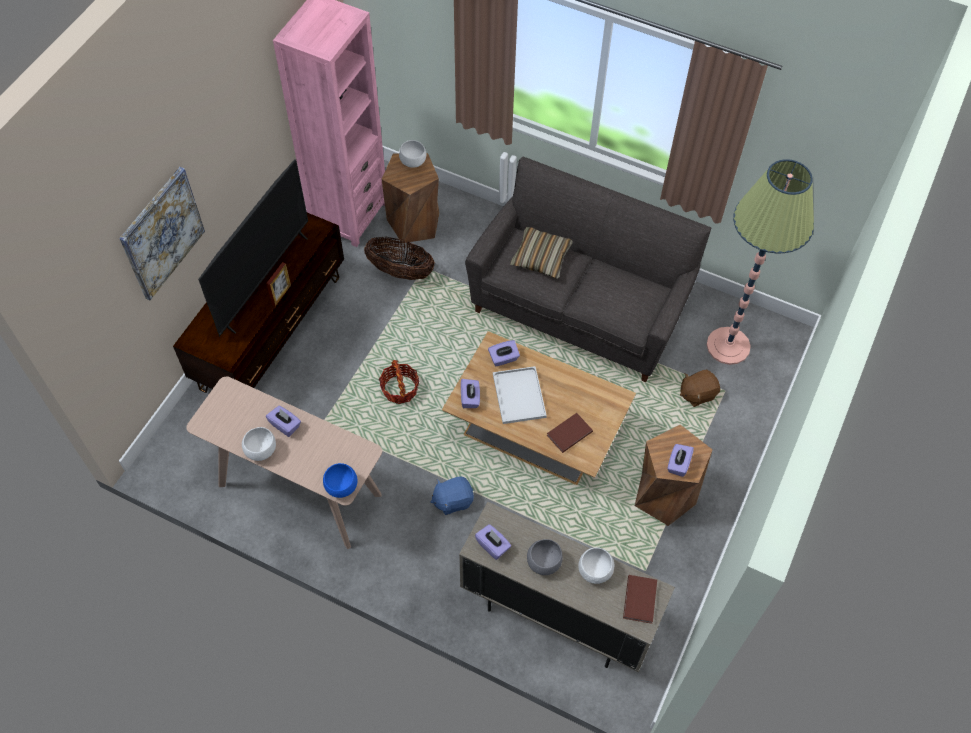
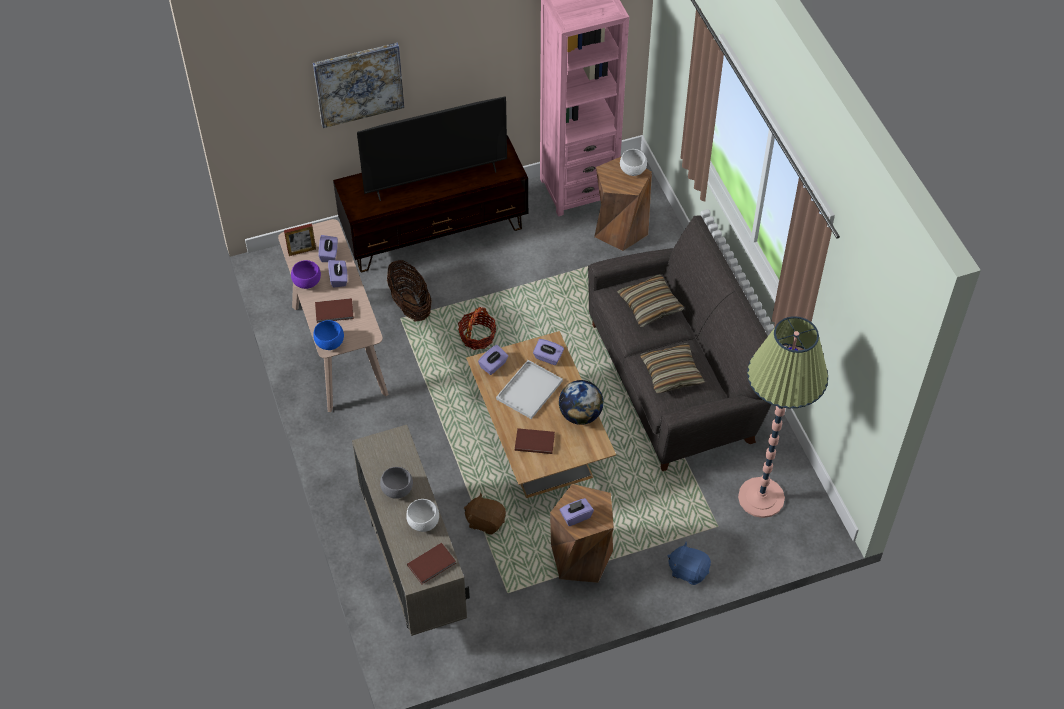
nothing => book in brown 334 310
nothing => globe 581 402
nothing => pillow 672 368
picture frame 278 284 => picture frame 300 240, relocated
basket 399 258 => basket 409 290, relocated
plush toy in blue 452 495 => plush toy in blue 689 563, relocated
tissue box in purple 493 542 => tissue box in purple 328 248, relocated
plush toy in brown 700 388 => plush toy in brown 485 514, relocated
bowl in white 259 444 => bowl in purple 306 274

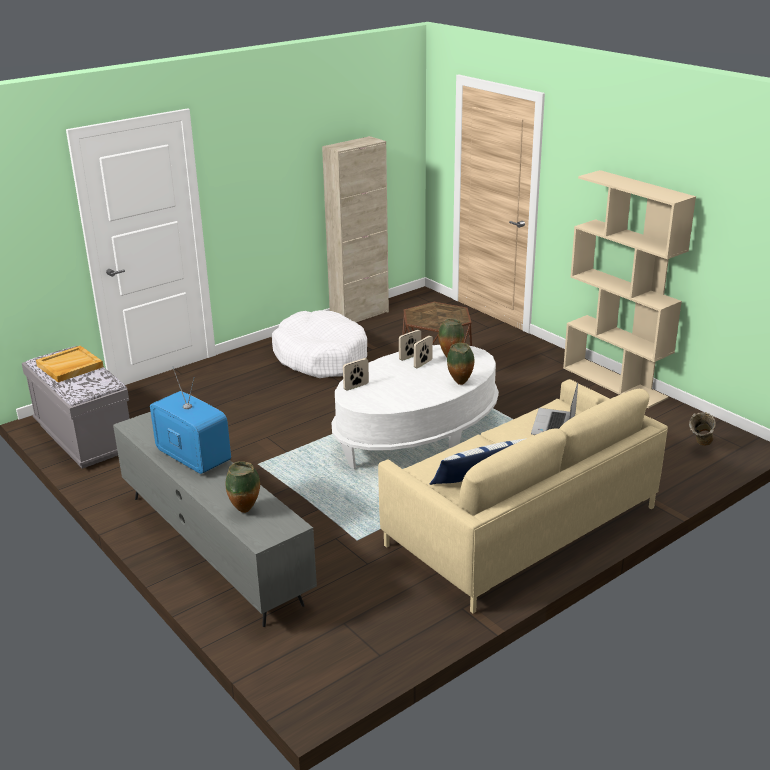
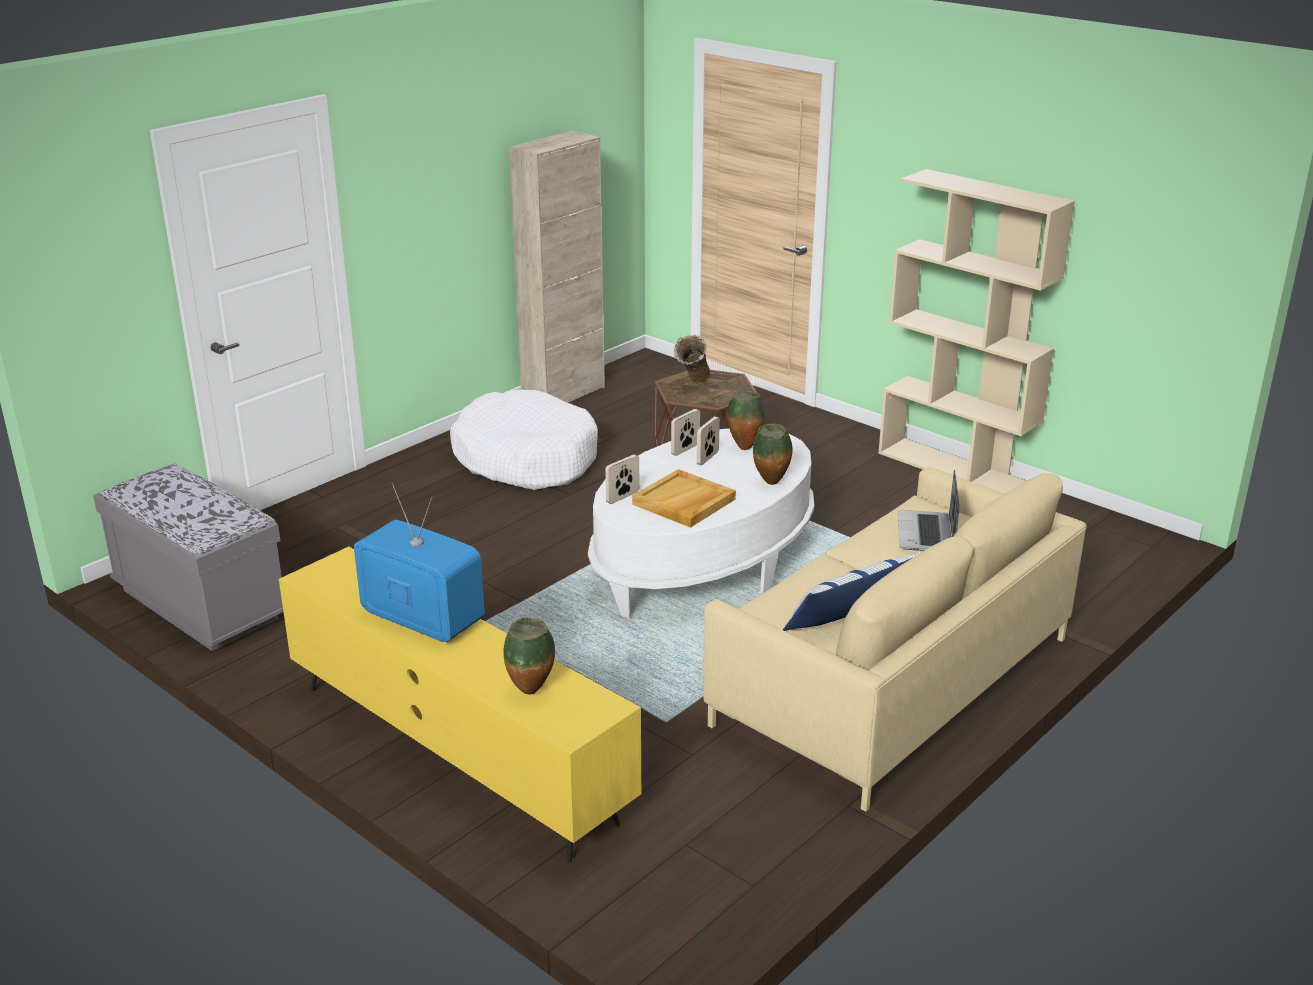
tray in beige 70 364 => tray in beige 684 498, relocated
vase in beige 702 429 => vase in beige 692 358, relocated
tv stand in grey 215 519 => tv stand in yellow 460 704

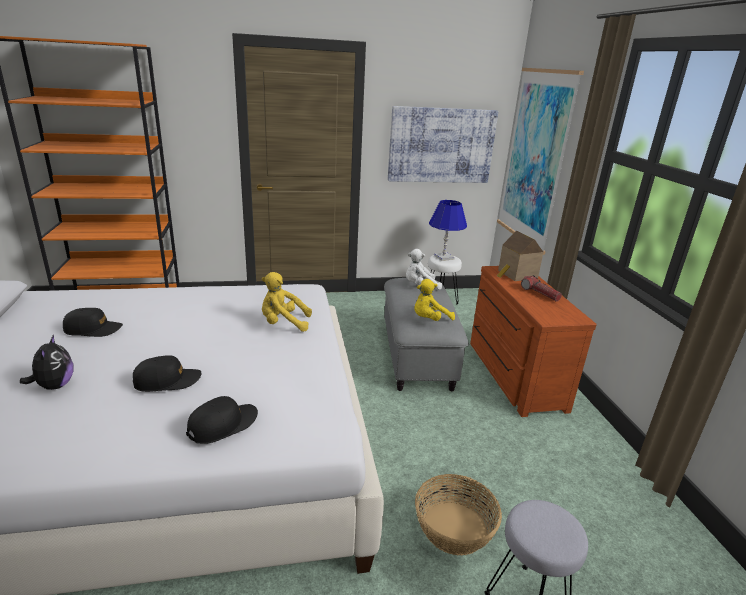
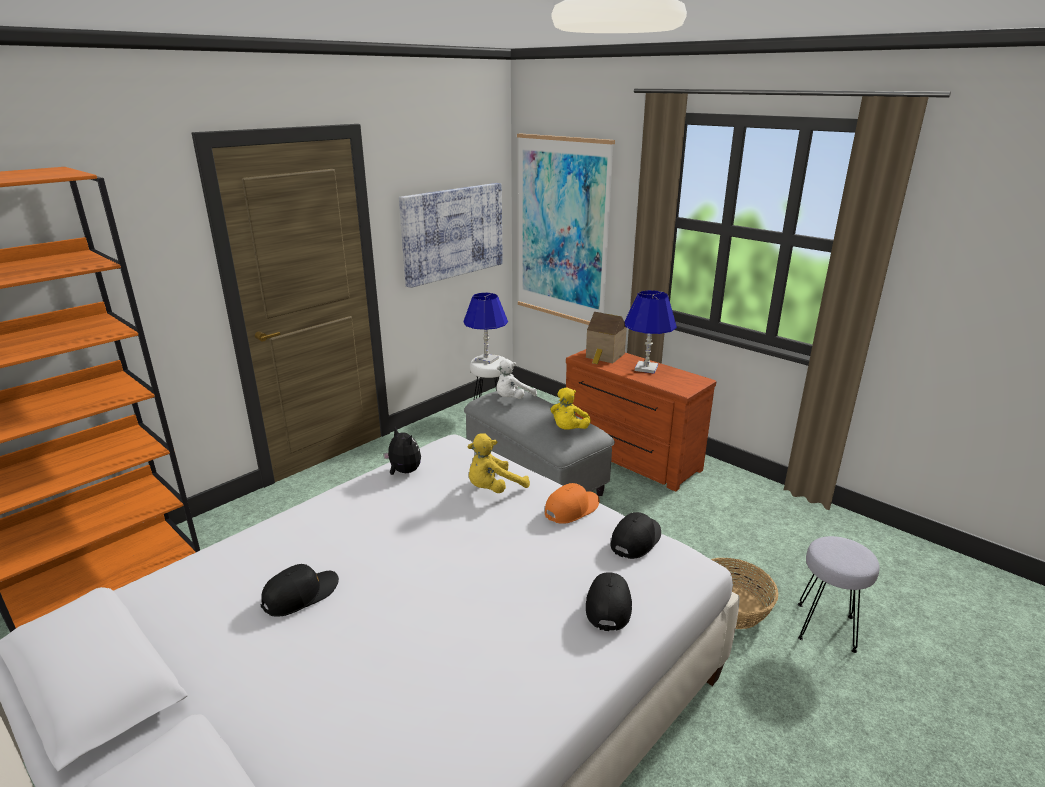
nothing => cap in orange 572 503
plush toy 47 362 => plush toy 402 451, relocated
cap in black 167 373 => cap in black 636 535, relocated
flashlight 541 288 => table lamp in blue 651 332

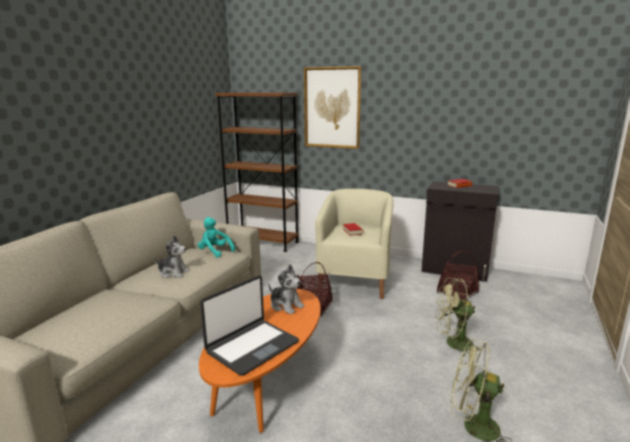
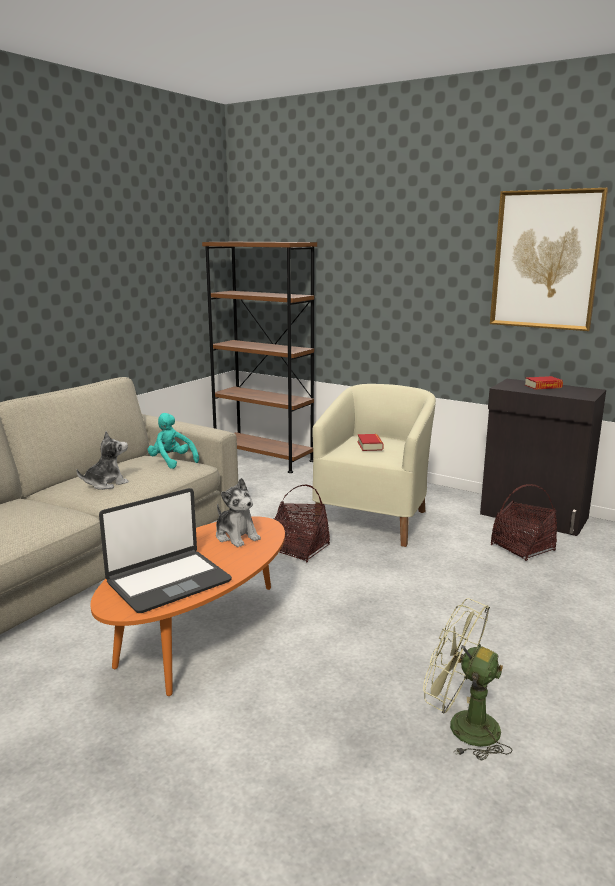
fan in green 458 317 => nothing
picture 332 107 => picture 549 259, relocated
plush toy 172 256 => plush toy 102 460, 60 degrees counterclockwise

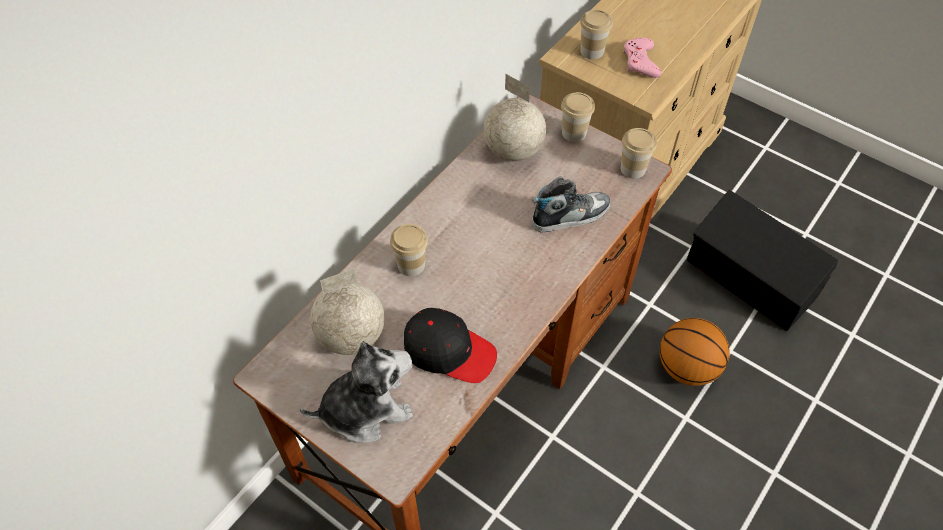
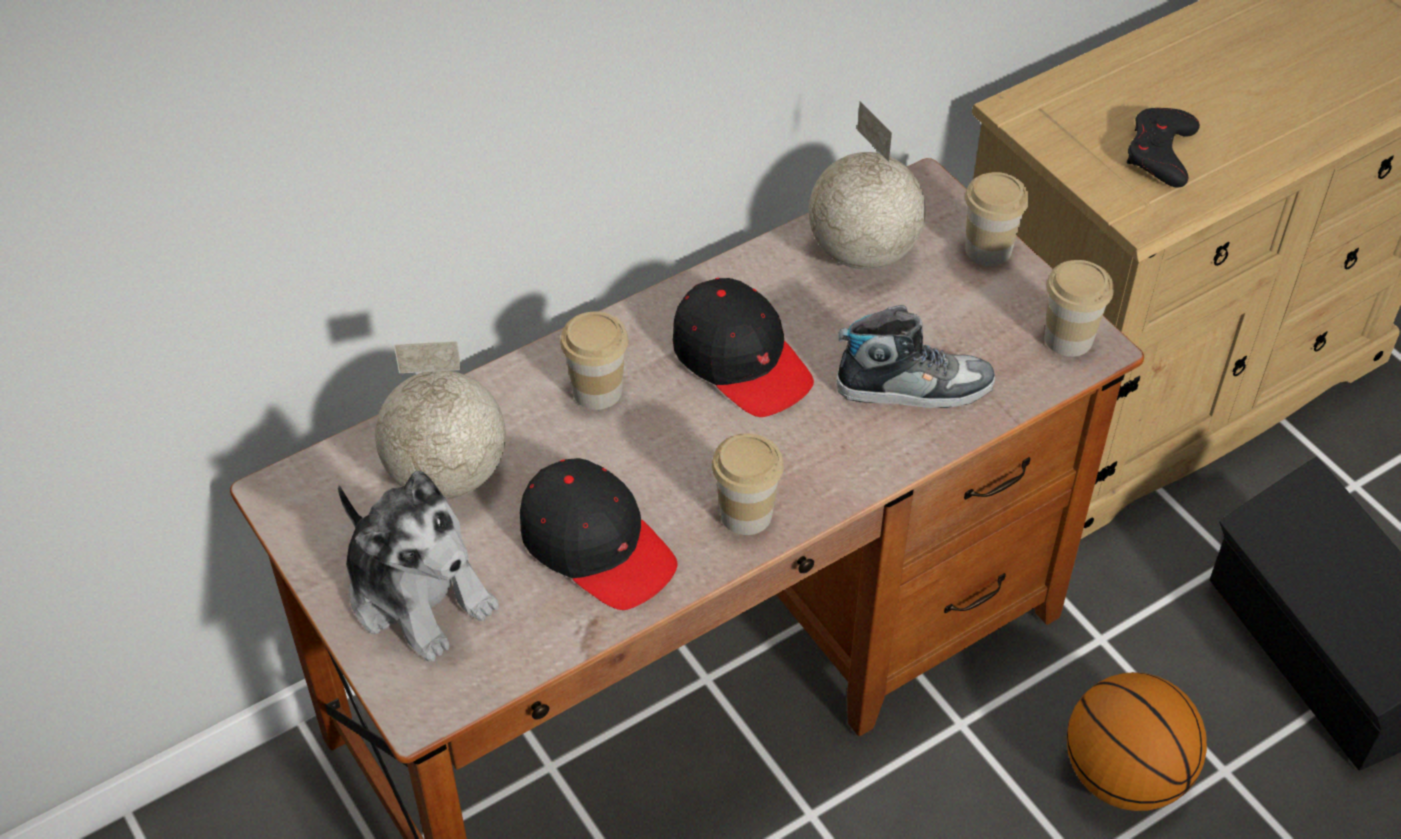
nothing => cap in black 743 347
cup 596 34 => cup 748 484, relocated
game controller in pink 642 57 => game controller in black 1163 147
plush toy 356 392 => plush toy 418 566, 45 degrees clockwise

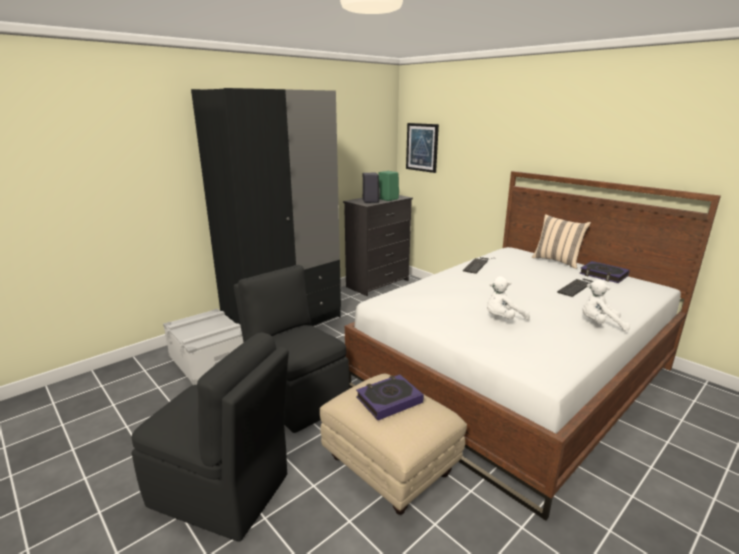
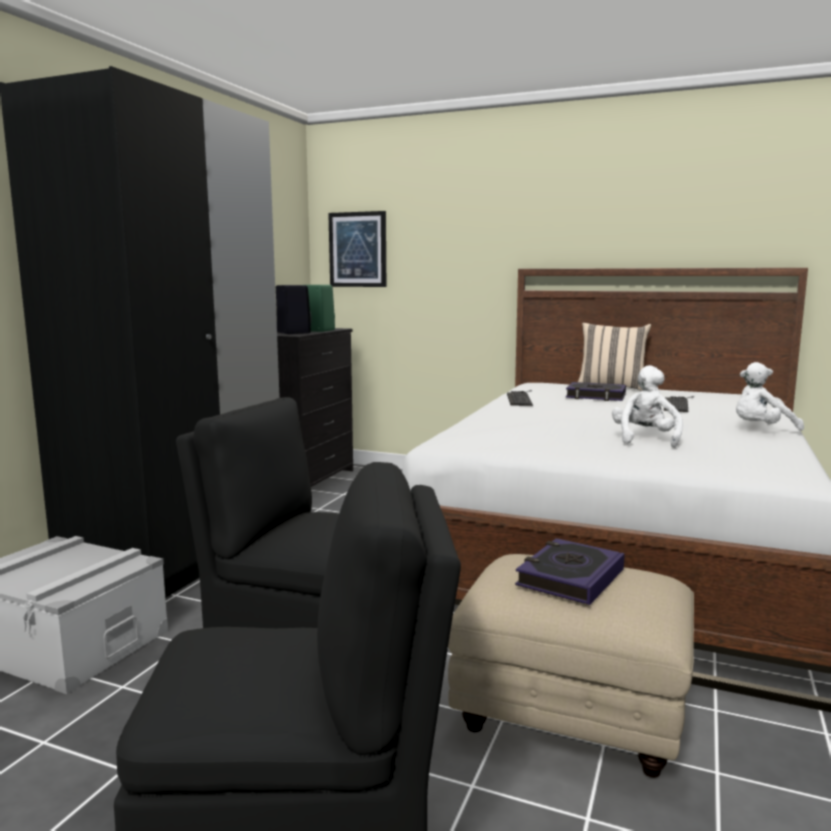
book 605 272 => book 596 391, relocated
plush toy in white 508 298 => plush toy in white 647 406, 150 degrees clockwise

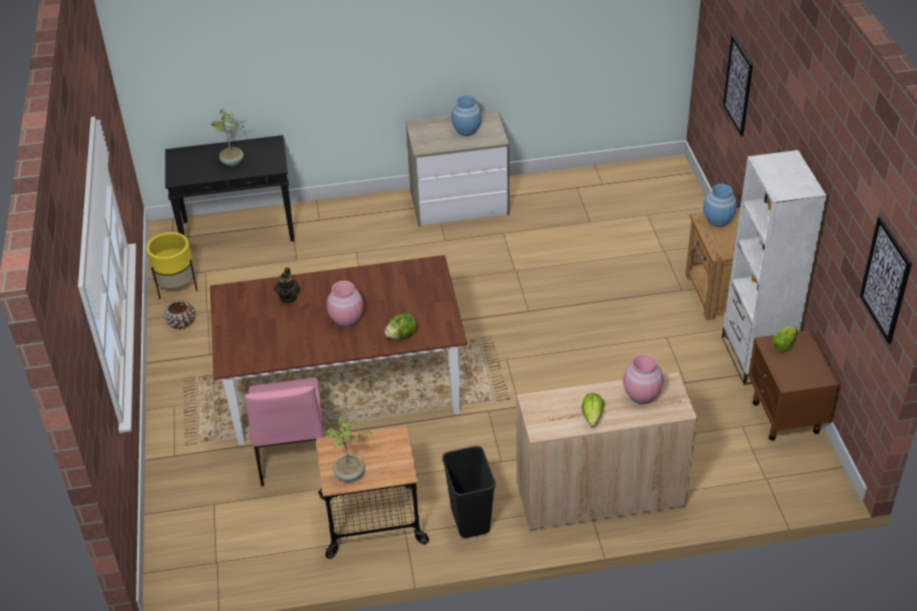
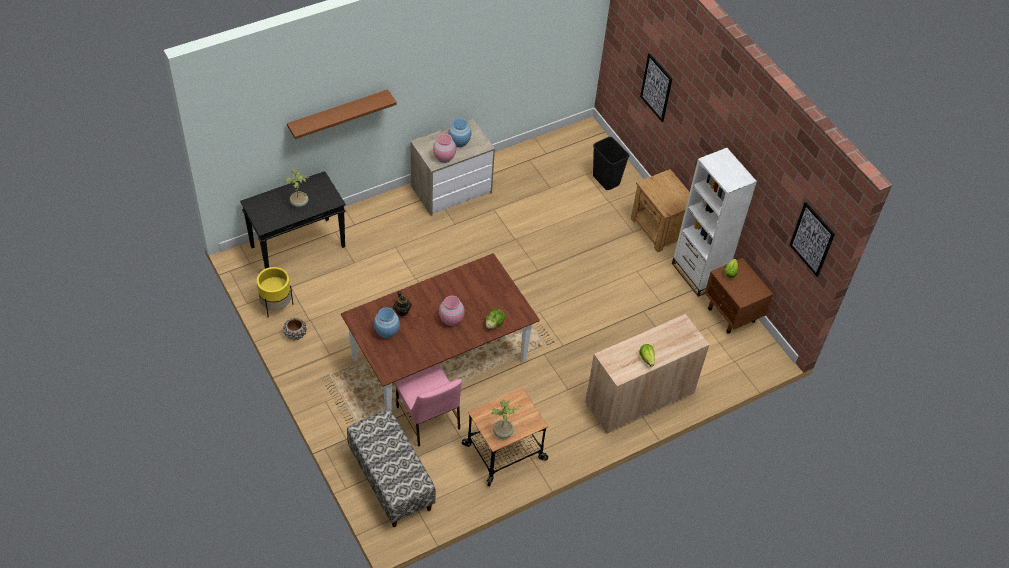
nothing => shelf in brown 342 114
nothing => bench 391 468
trash can in black 469 492 => trash can in black 611 163, relocated
vase in pink 643 379 => vase in pink 444 148, relocated
vase in blue 720 205 => vase in blue 387 322, relocated

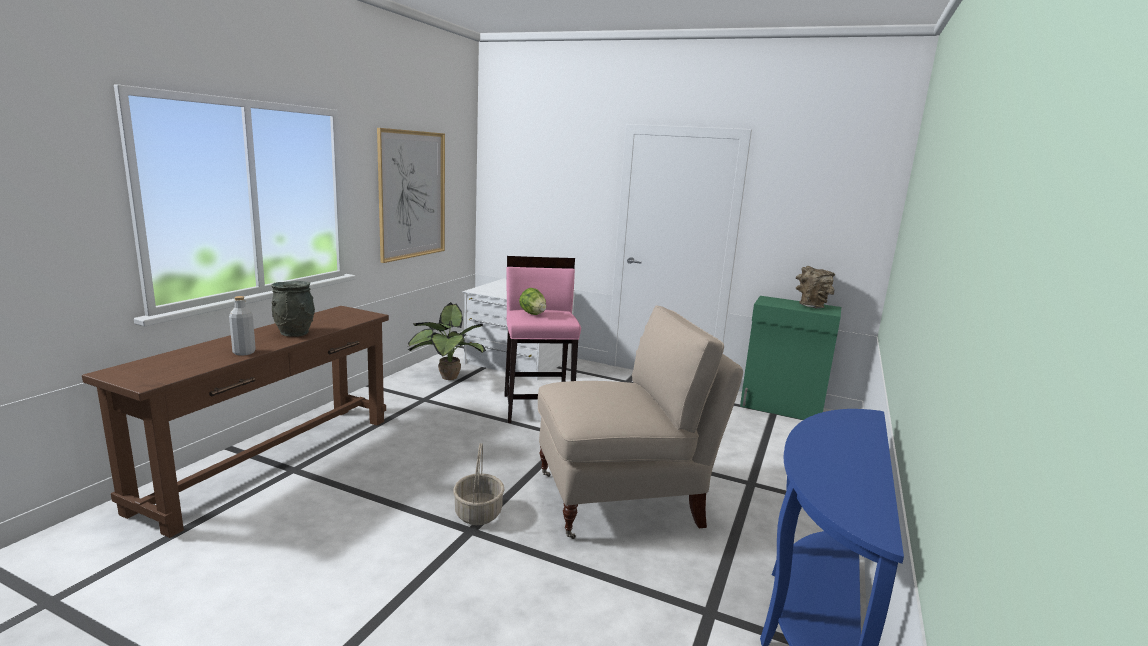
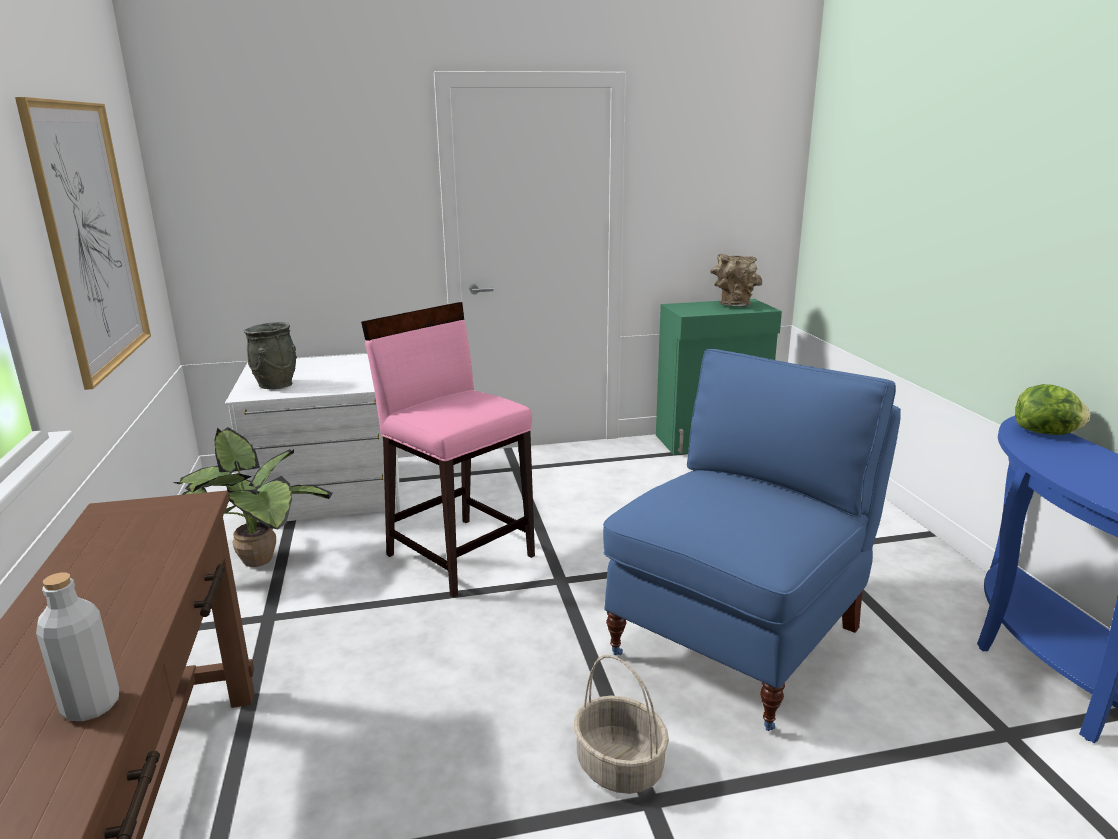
vase in grey 293 309 => vase in grey 270 355, relocated
lettuce 532 301 => lettuce 1052 409, relocated
chair in beige 640 422 => chair in blue 752 540

